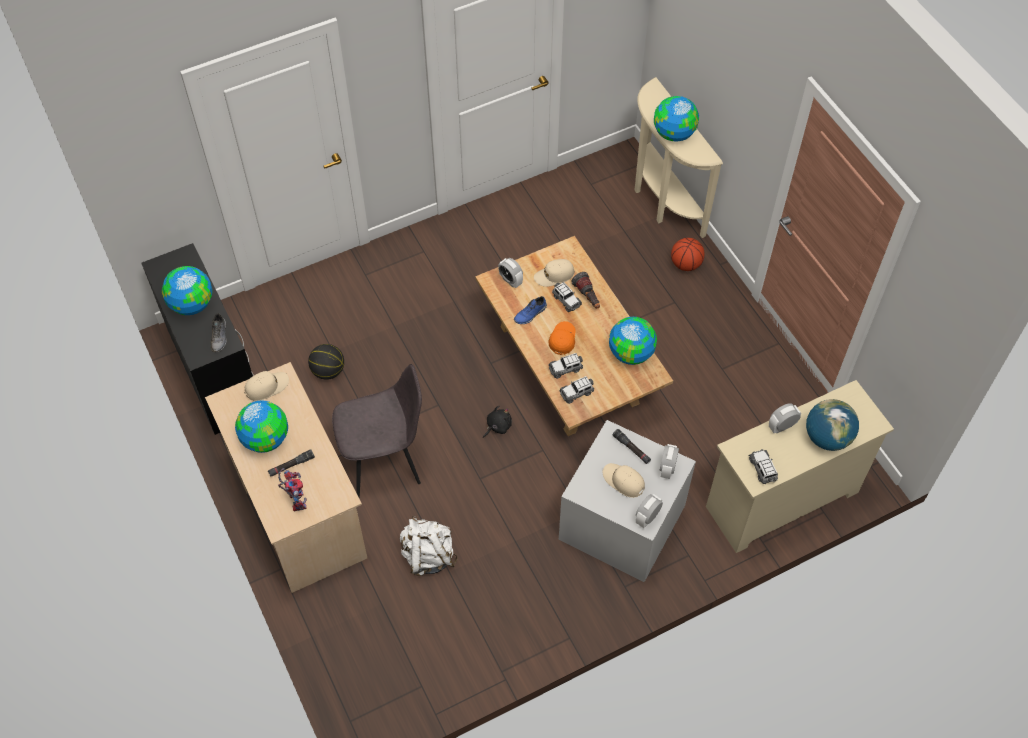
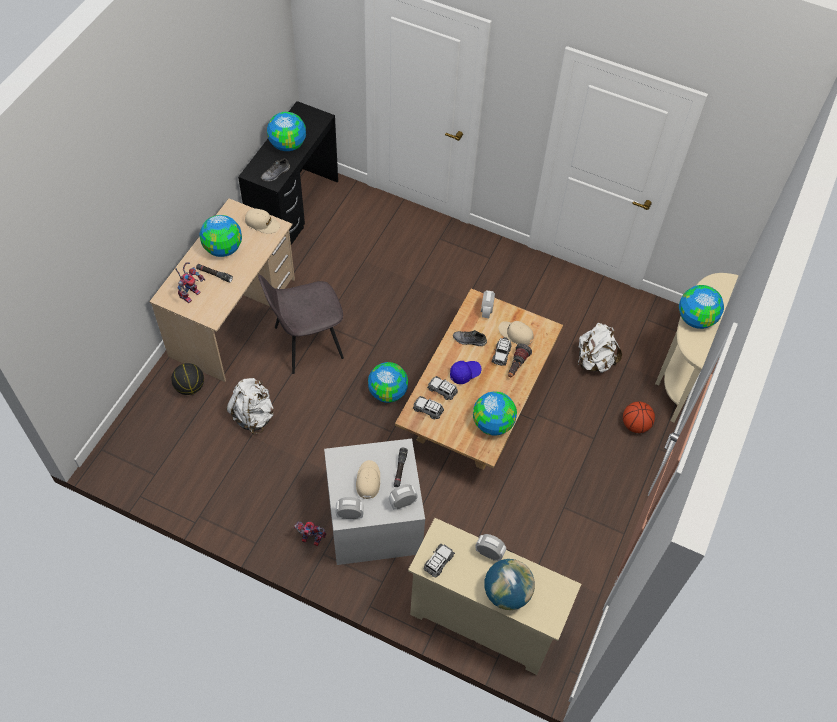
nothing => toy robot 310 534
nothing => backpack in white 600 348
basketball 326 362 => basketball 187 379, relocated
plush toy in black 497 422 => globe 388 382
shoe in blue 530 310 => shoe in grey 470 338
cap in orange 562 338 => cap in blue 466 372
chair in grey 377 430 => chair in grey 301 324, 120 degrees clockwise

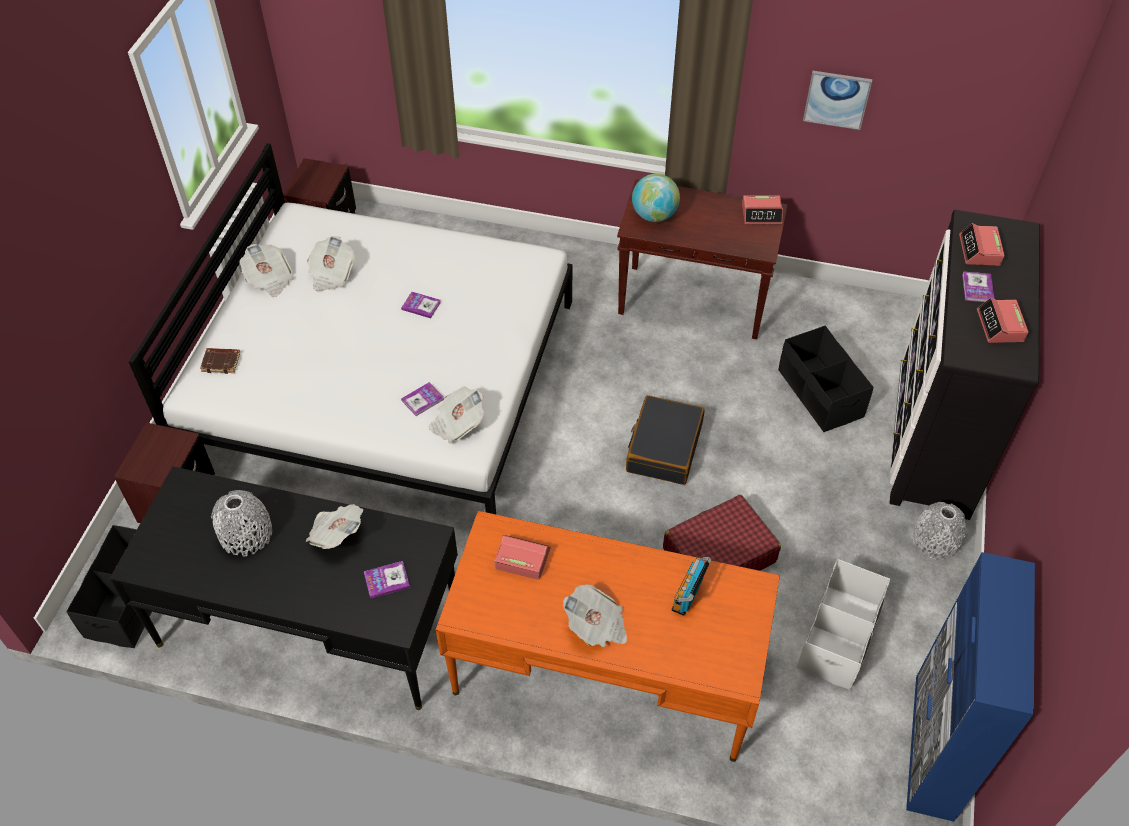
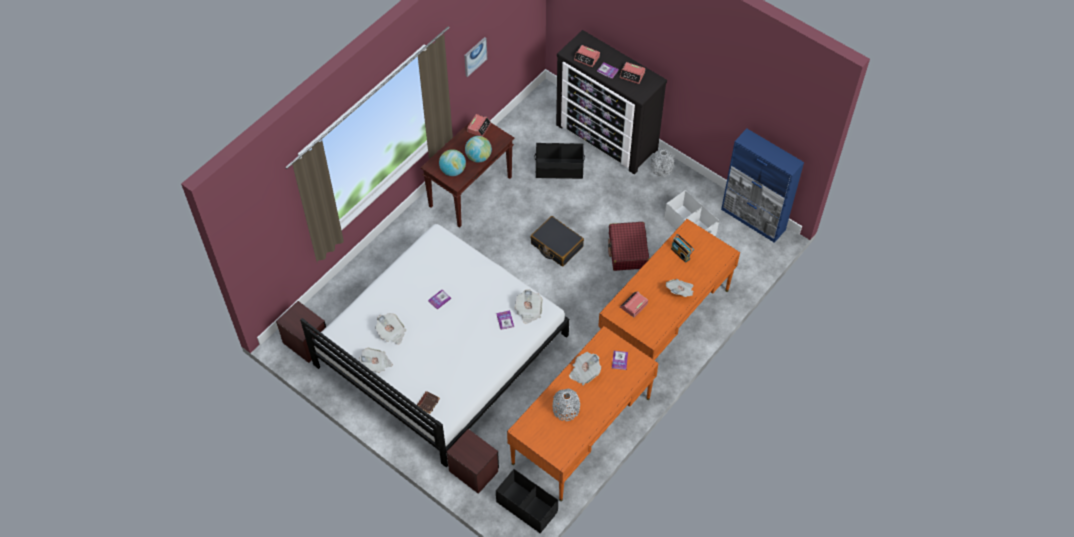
nothing => globe 478 149
desk in black 283 588 => desk in orange 583 413

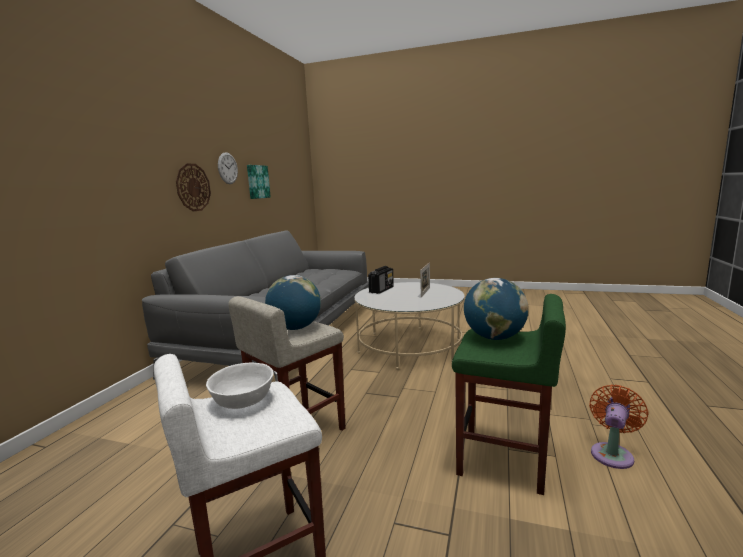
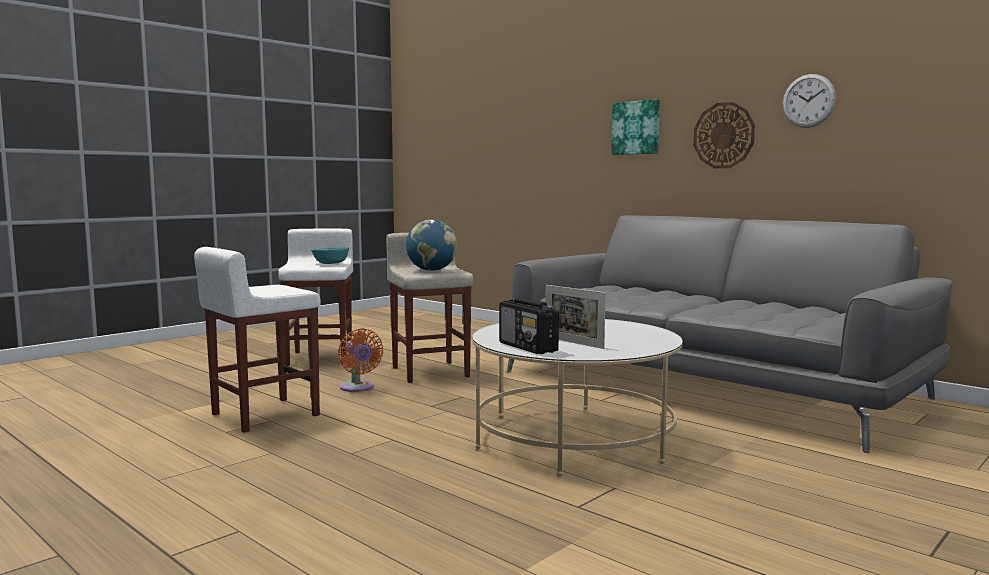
globe 496 309 => nothing
picture 259 182 => picture 635 127, relocated
radio 381 280 => radio 529 325, relocated
fan in orange 619 427 => fan in orange 360 360, relocated
bowl in white 240 386 => bowl in turquoise 330 255
stool in green 509 394 => stool in white 257 340

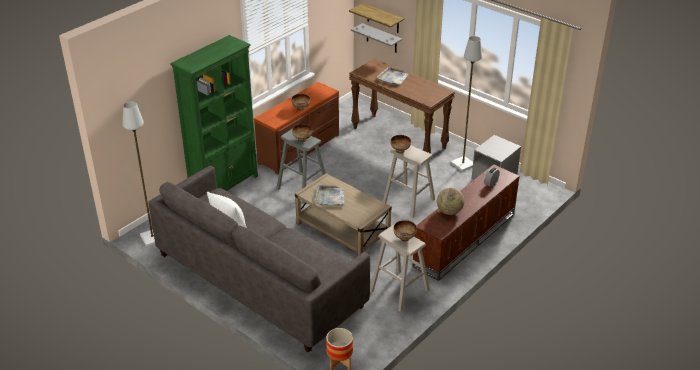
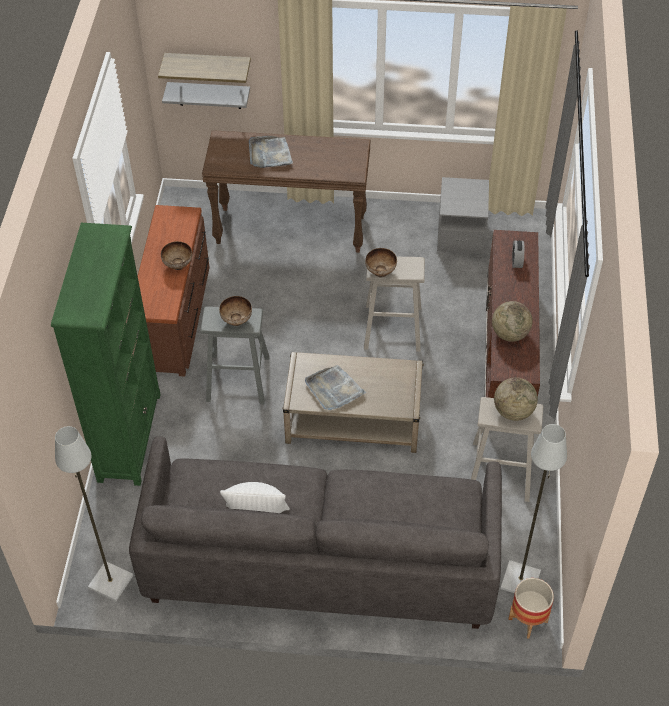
floor lamp in grey 466 104 => floor lamp in grey 533 508, relocated
bowl 405 230 => globe 516 399

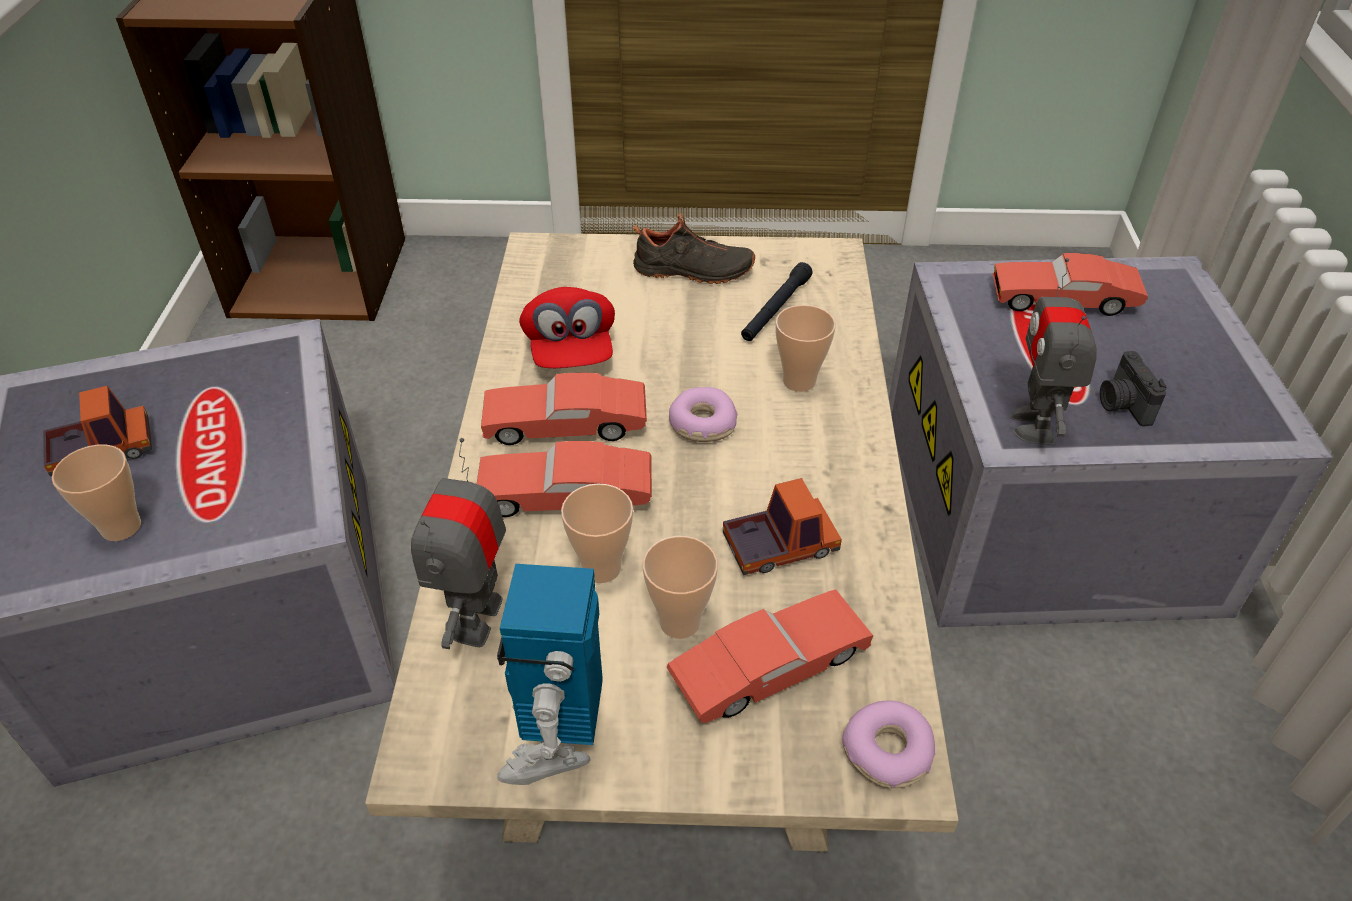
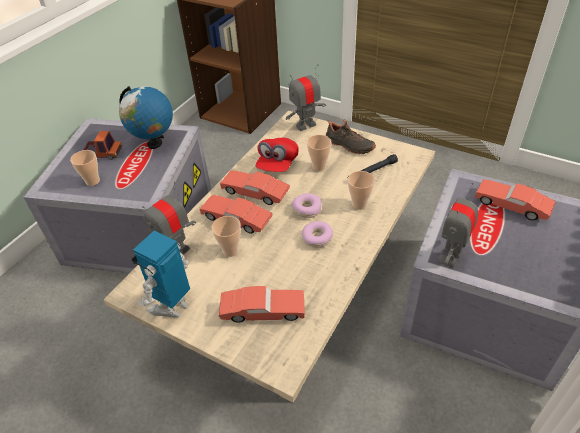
toy truck 782 526 => nothing
photo camera 1133 389 => nothing
nothing => globe 146 117
nothing => toy robot 306 97
cup 680 587 => cup 319 153, relocated
donut 888 744 => donut 317 234, relocated

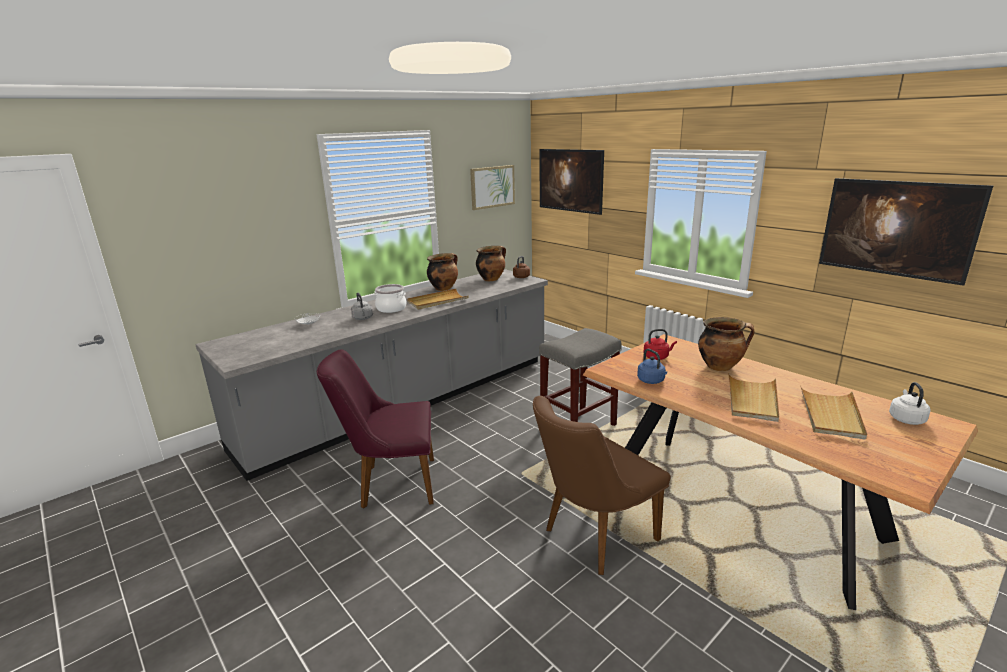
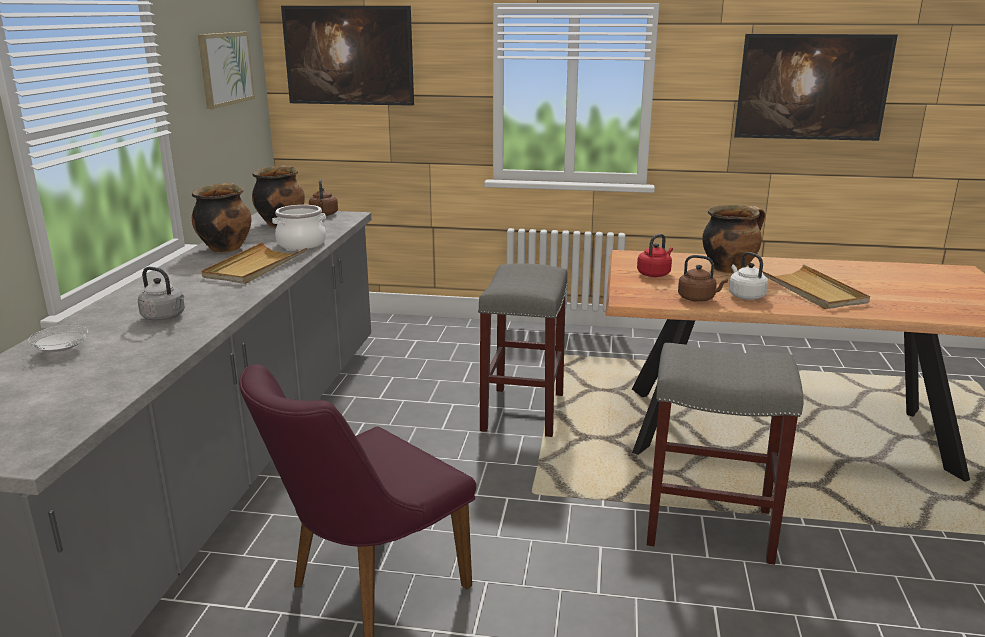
tray in beige 833 412 => nothing
cooking pot 390 298 => cooking pot 299 227, relocated
kettle in white 910 403 => kettle in white 748 276, relocated
chair in brown 602 485 => stool in grey 725 454
kettle in blue 652 366 => kettle in brown 703 278

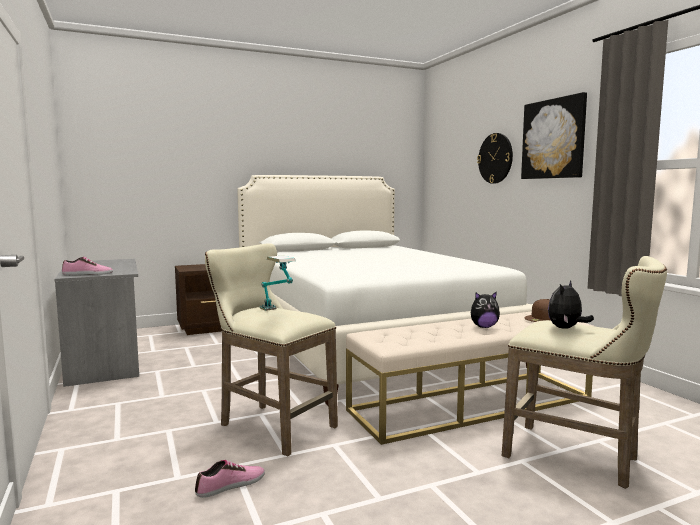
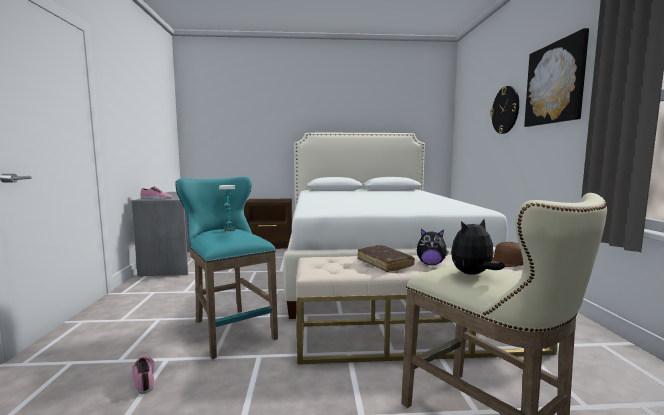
nothing => book in brown 386 258
stool in beige 271 350 => stool in turquoise 226 268
shoe 230 479 => shoe 143 375, 105 degrees counterclockwise

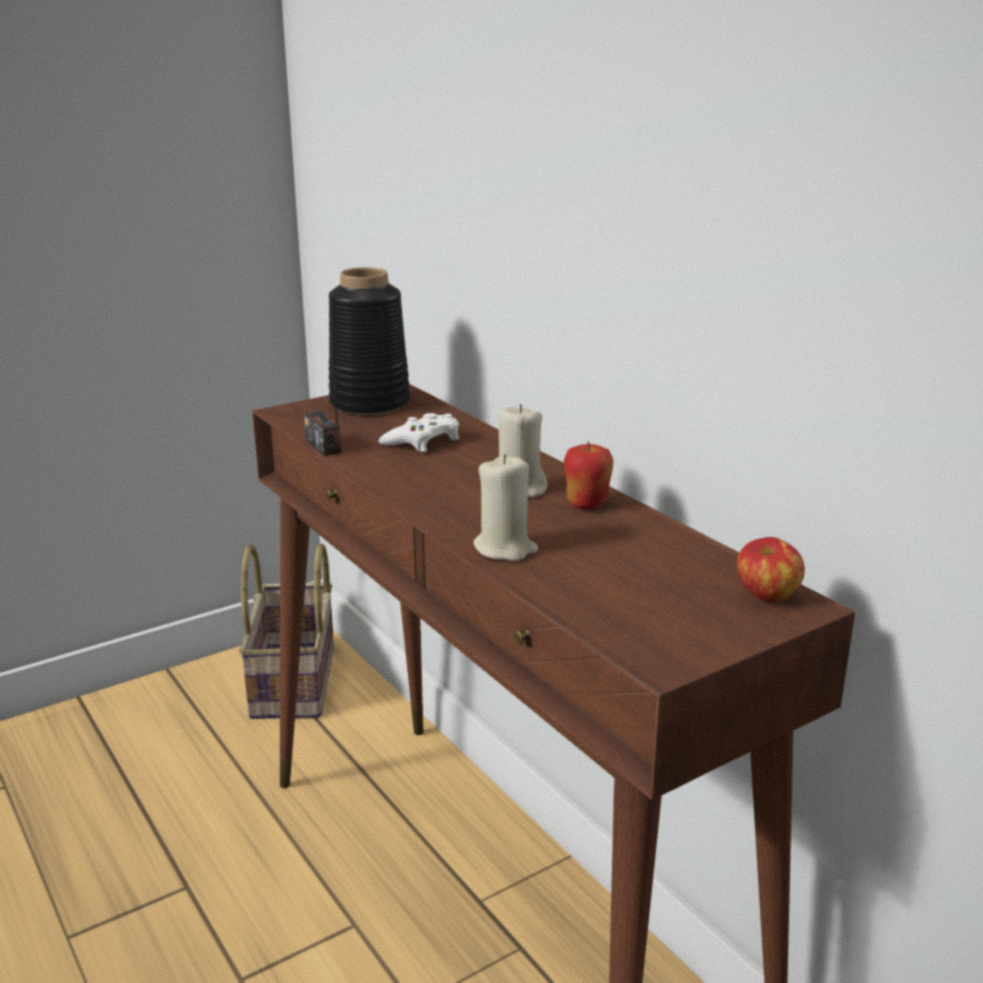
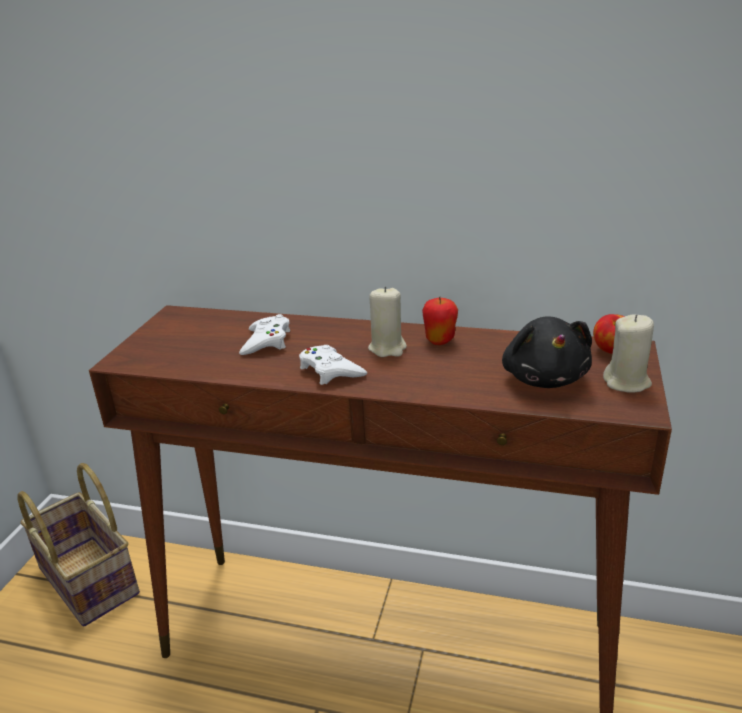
radio 322 385 => nothing
vase in black 369 341 => nothing
nothing => game controller in white 333 365
nothing => plush toy in black 547 352
candle in beige 506 507 => candle in beige 628 353, relocated

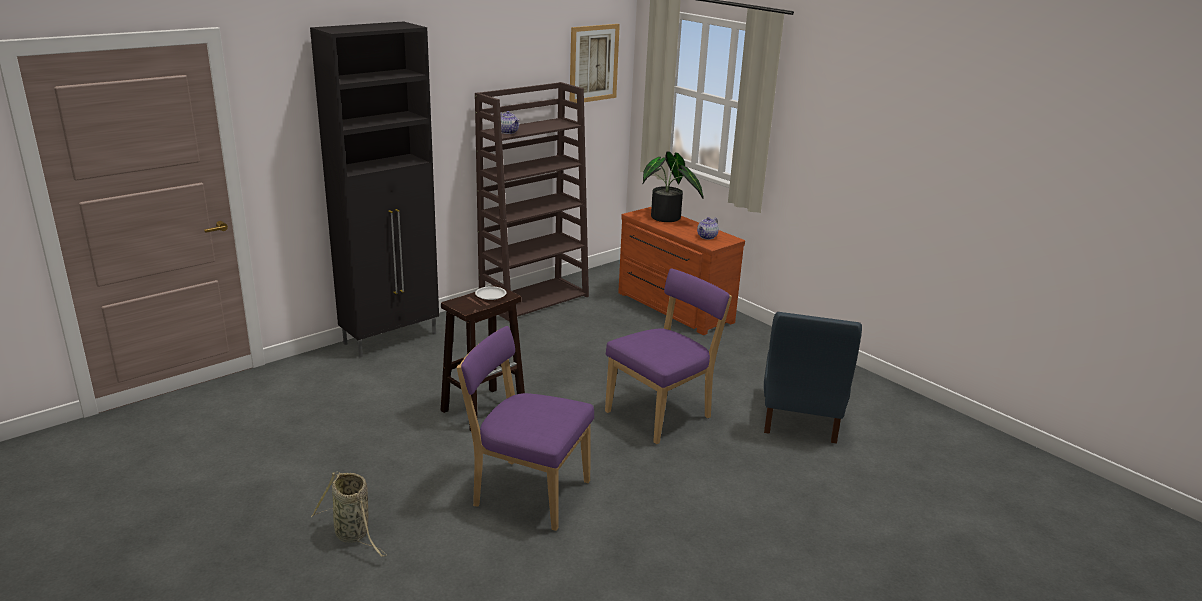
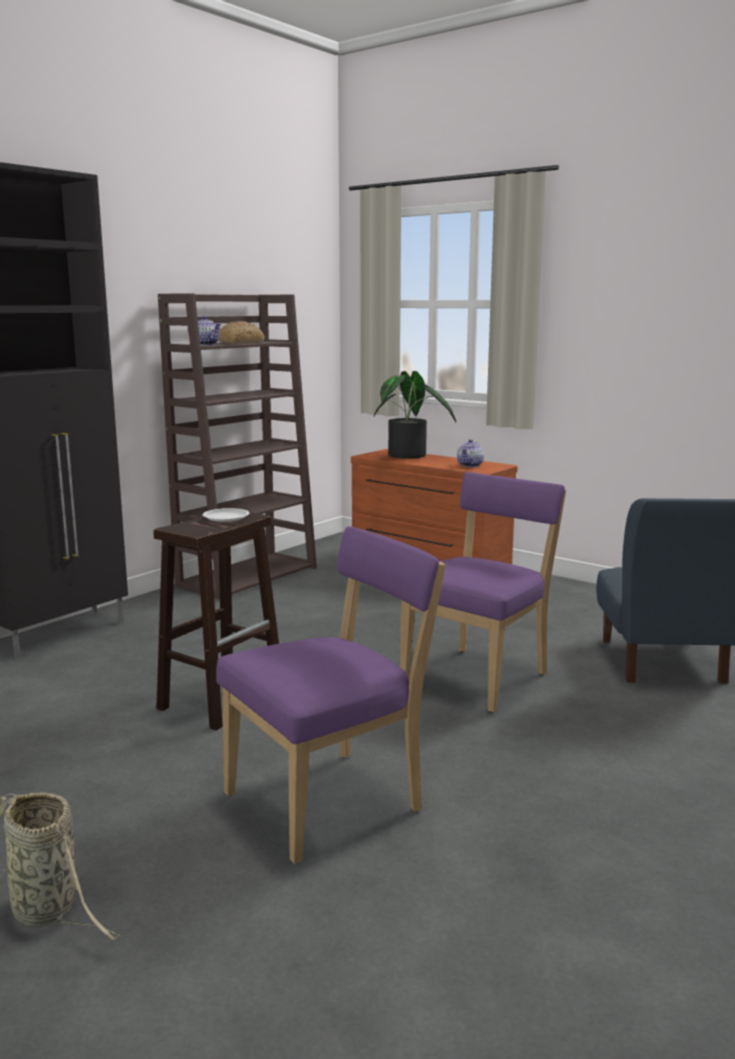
picture 595 63 => nothing
nothing => bread 241 332
chair in purple 525 428 => chair in purple 331 695, 135 degrees clockwise

